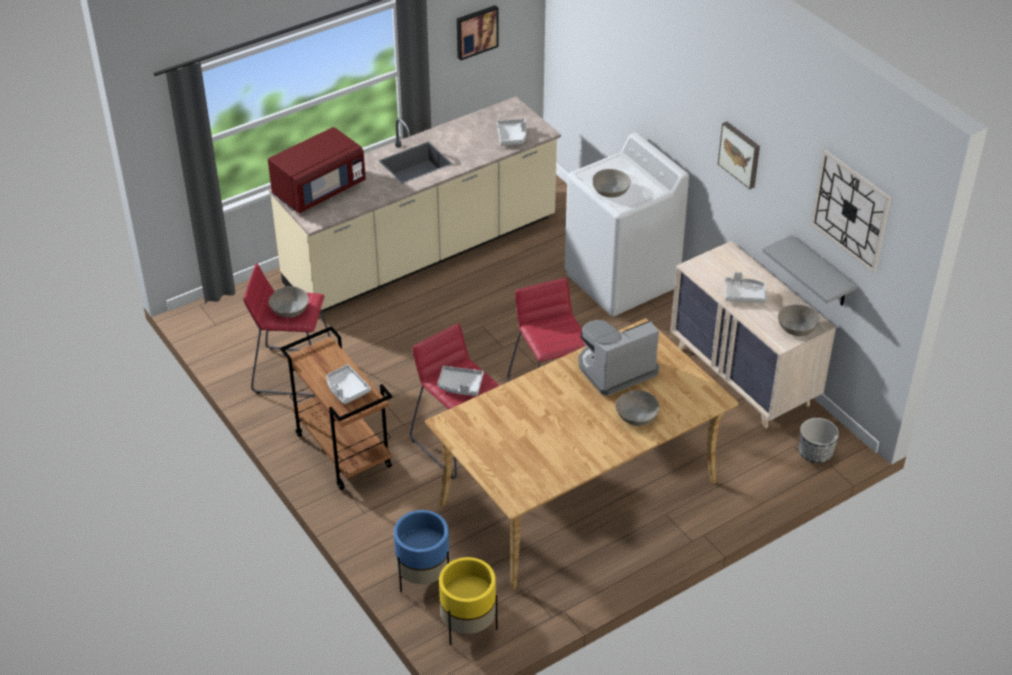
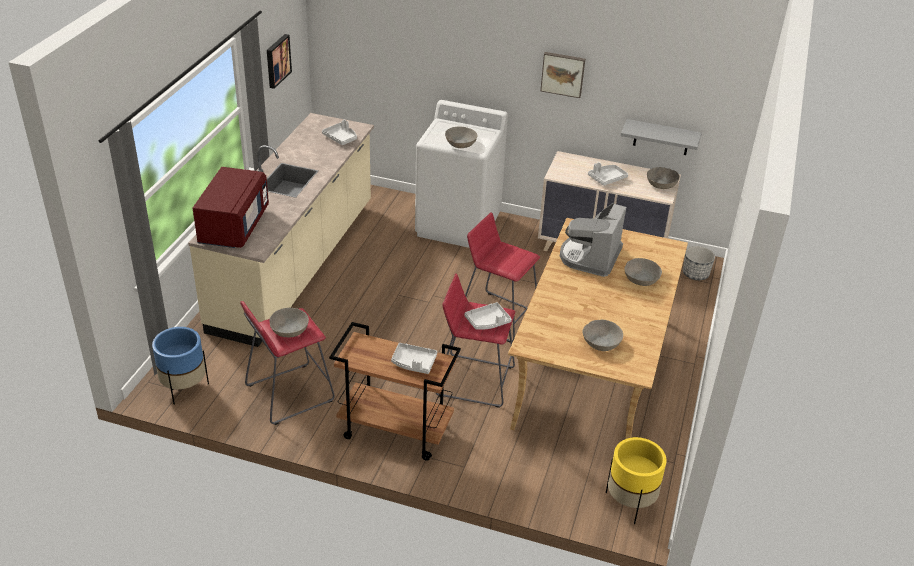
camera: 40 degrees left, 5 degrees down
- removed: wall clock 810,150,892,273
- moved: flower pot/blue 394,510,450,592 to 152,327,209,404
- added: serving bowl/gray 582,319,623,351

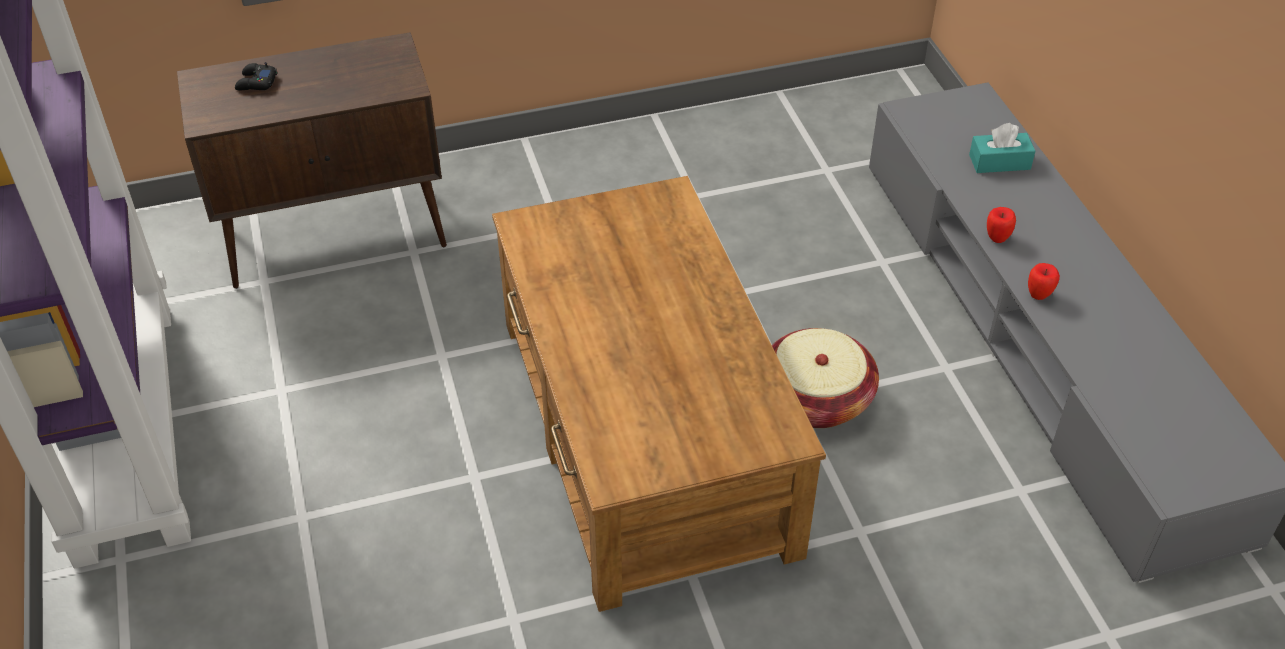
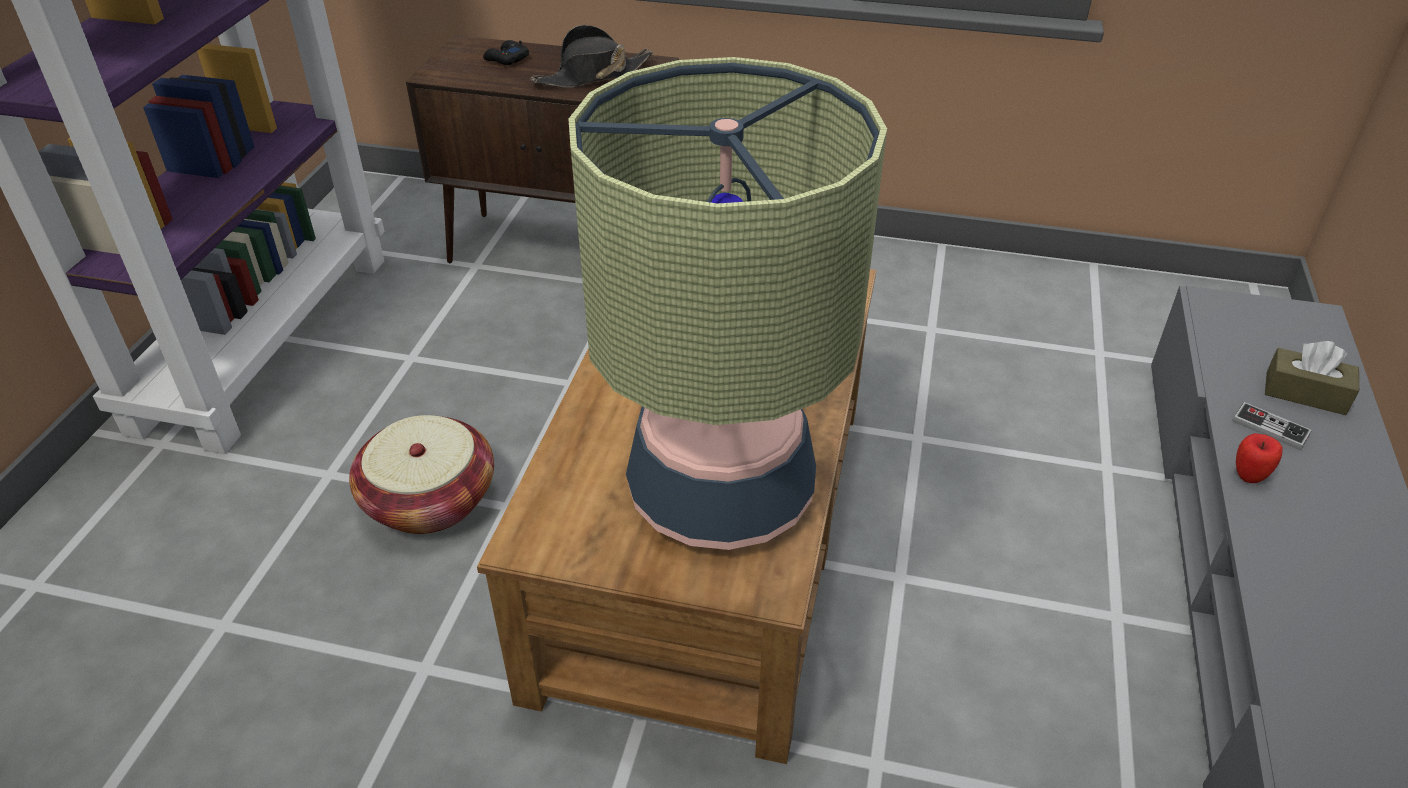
camera: 30 degrees right, 5 degrees down
- recoloured: tissue holder/turquoise 969,123,1035,173 to tissue holder/brown 1265,341,1359,415
- removed: apple 1028,263,1060,300
- moved: household basket 772,328,879,428 to 349,415,494,534
- added: clothing hat/black-coloured 530,25,653,88
- added: table lamp 568,57,887,550
- added: joypad 1232,402,1312,450

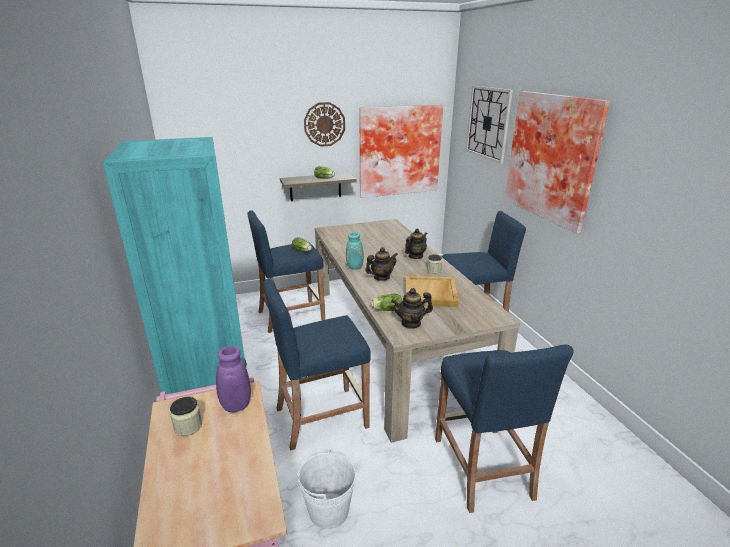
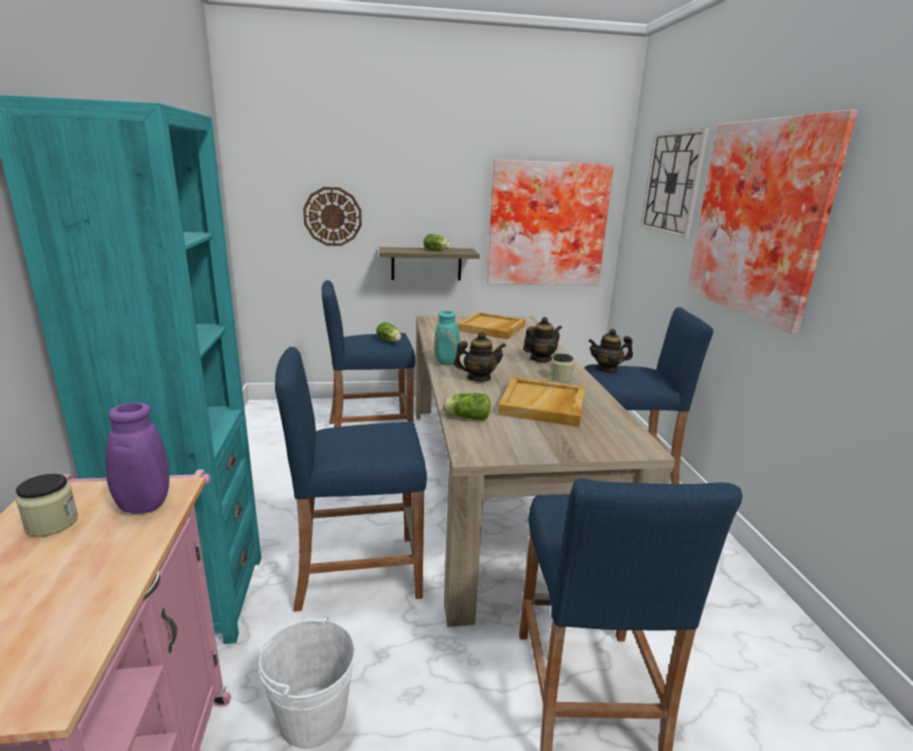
camera: 10 degrees right, 5 degrees down
- moved: wall clock 304,102,345,147 to 303,187,362,246
- moved: teapot 391,288,433,329 to 588,329,633,373
- added: serving tray/beige-coloured 457,312,526,339

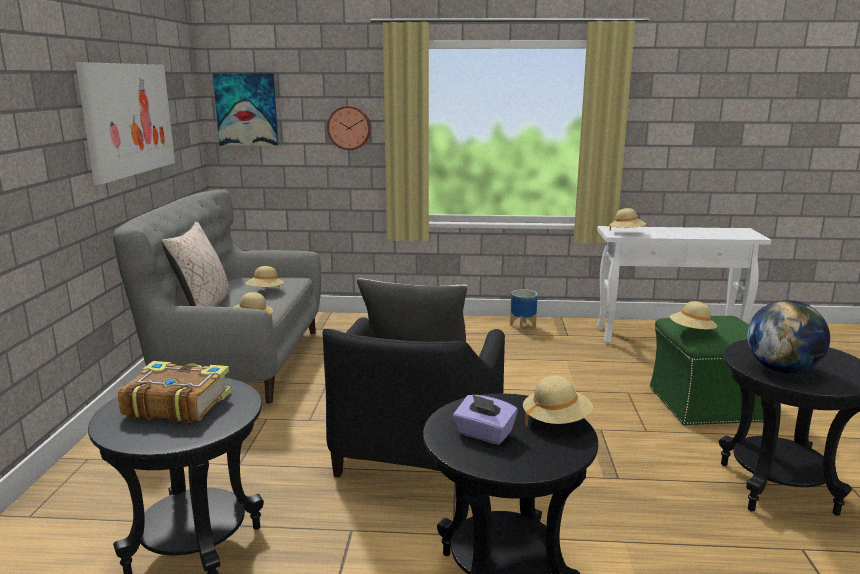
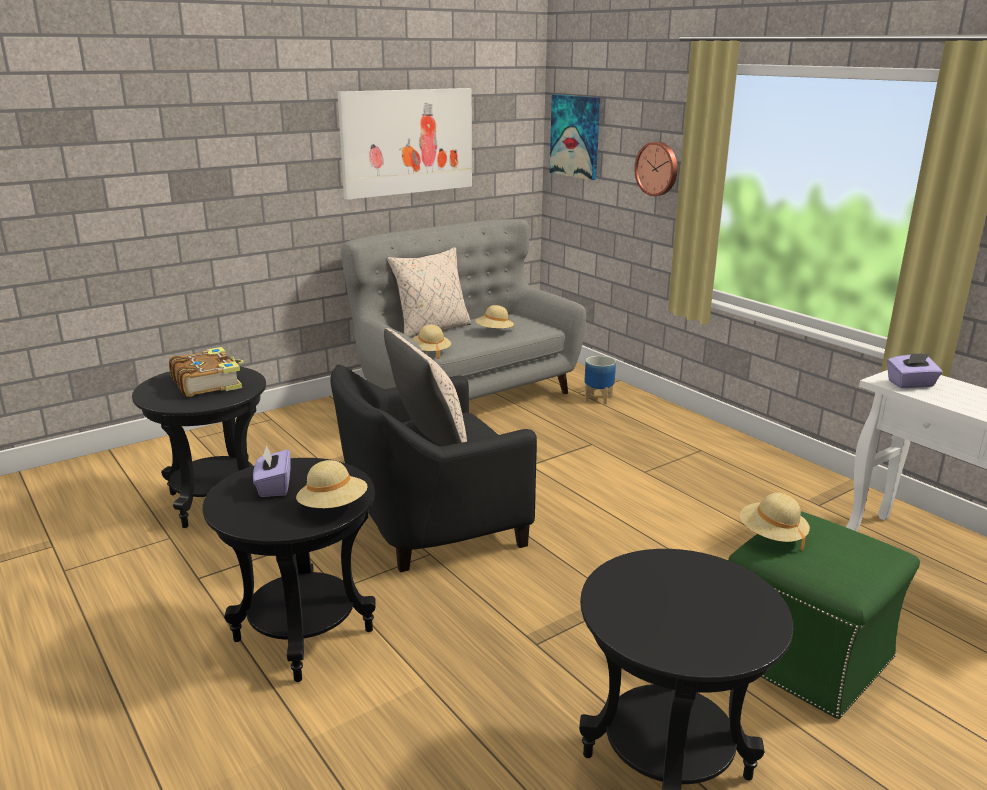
camera: 50 degrees right, 5 degrees up
- replaced: clothing hat/beige-coloured 609,208,646,230 to tissue holder/purple-coloured 887,353,942,388
- moved: flower pot 510,289,538,331 to 585,356,616,405
- removed: desk globe 747,300,830,373

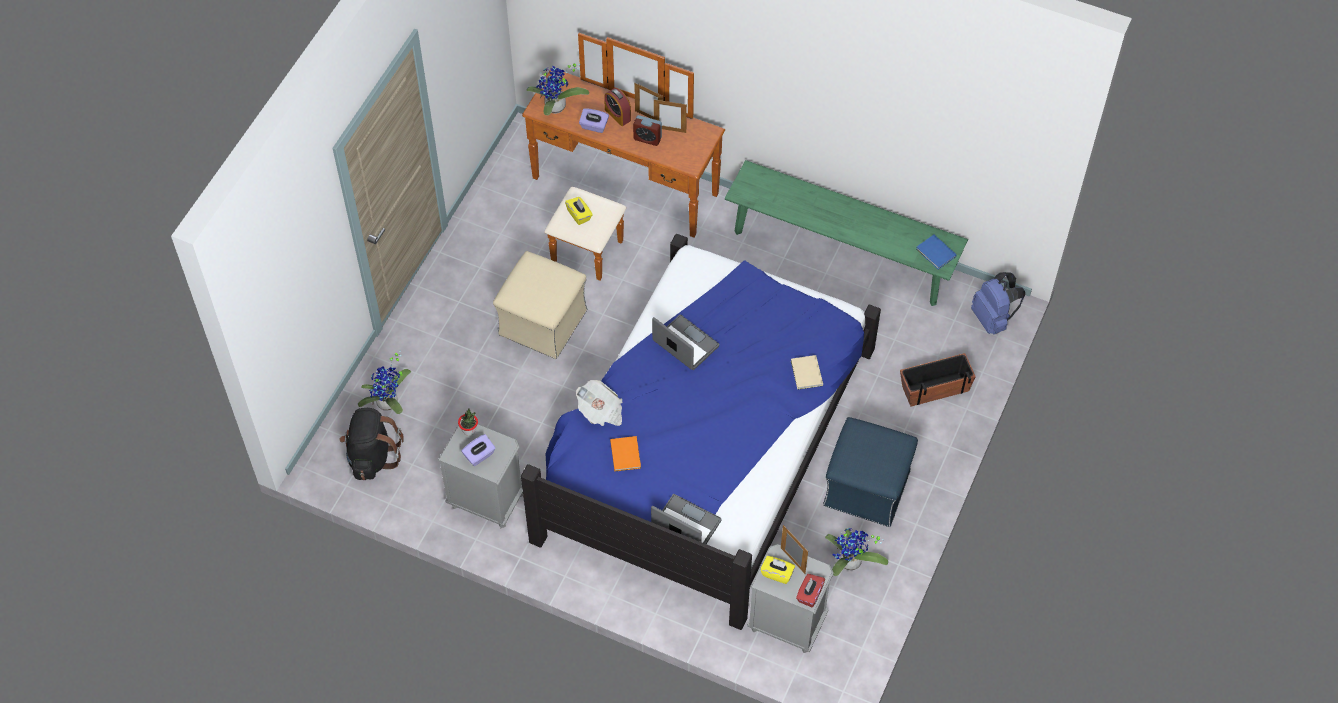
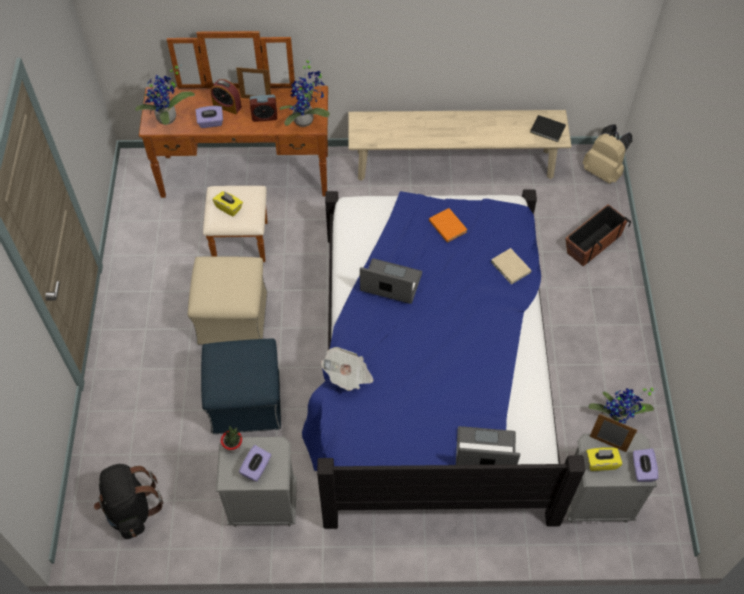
camera: 25 degrees left, 0 degrees up
- removed: photo frame 654,99,687,133
- recoloured: indoor bench/green 725,160,968,306 to indoor bench/beige-coloured 348,110,572,181
- recoloured: bound book/blue 916,235,956,270 to bound book/black-coloured 530,115,566,142
- recoloured: backpack/blue 971,272,1025,334 to backpack/beige-coloured 583,124,632,184
- moved: potted plant 358,351,411,414 to 279,57,330,127
- moved: ottoman/blue 823,417,918,527 to 201,338,281,434
- moved: bound book/orangey 610,436,641,471 to 429,208,468,243
- recoloured: tissue holder/reddish 796,574,825,607 to tissue holder/purple-coloured 633,449,658,482

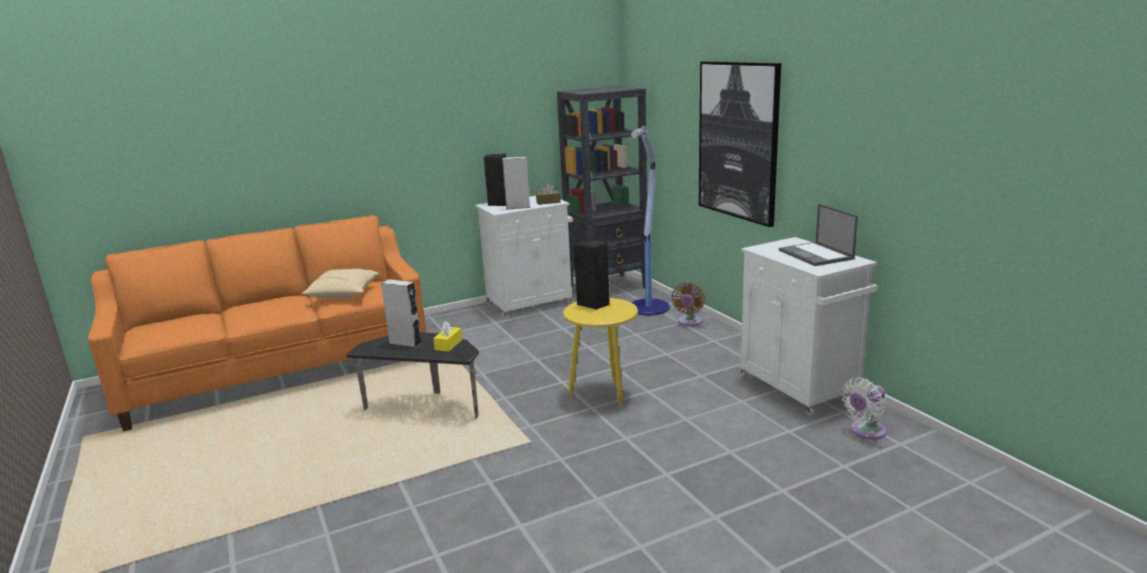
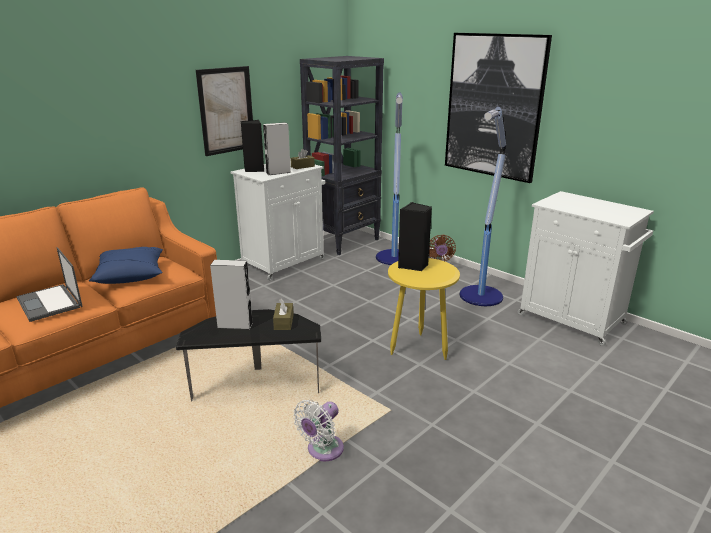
camera: 20 degrees left, 5 degrees up
- moved: laptop 779,204,858,266 to 16,247,83,322
- recoloured: throw pillow/beige-coloured 302,269,379,299 to throw pillow/blue 89,247,163,284
- recoloured: tissue holder/yellow-coloured 433,321,462,352 to tissue holder/brown 273,298,294,330
- moved: electric fan/whitish 841,378,887,439 to 293,400,344,461
- added: picture 196,66,253,156
- added: standing lamp 460,107,506,306

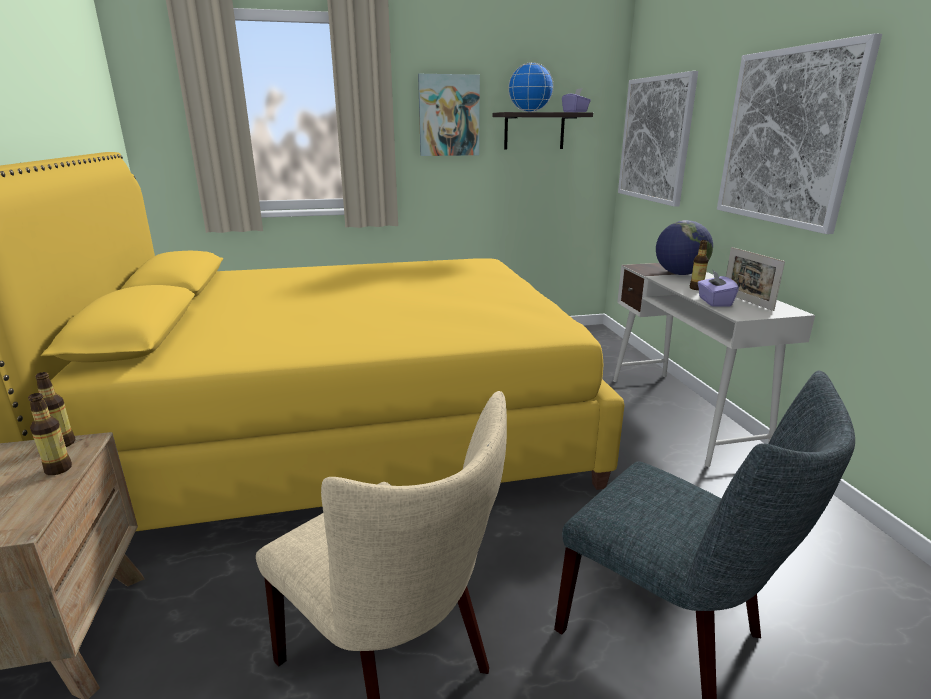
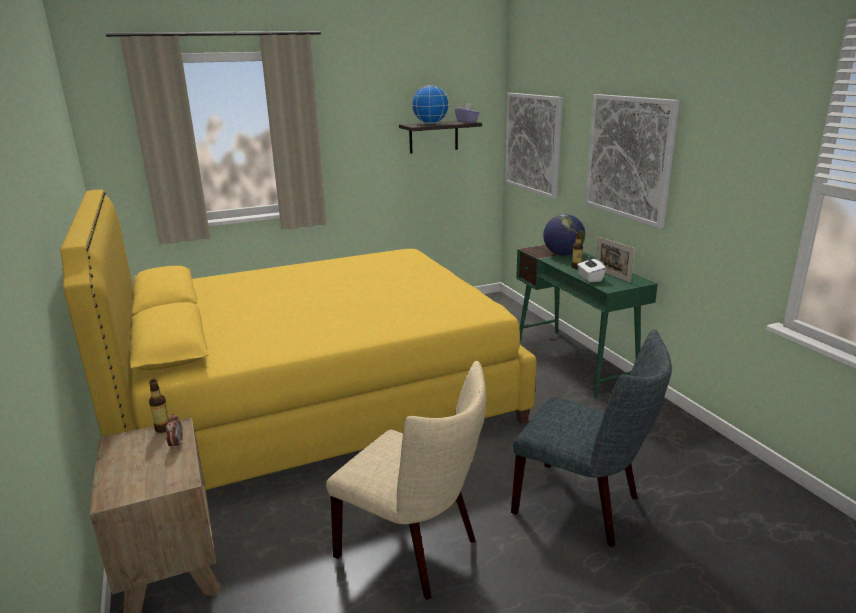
camera: 10 degrees left, 0 degrees up
- removed: picture 418,74,480,156
- recoloured: desk unit/whitish 613,263,815,467 to desk unit/green 516,245,658,399
- recoloured: tissue holder/purple-coloured 698,269,739,306 to tissue holder/whitish 577,256,606,282
- replaced: drink bottle 28,393,72,475 to table clock 165,413,183,449

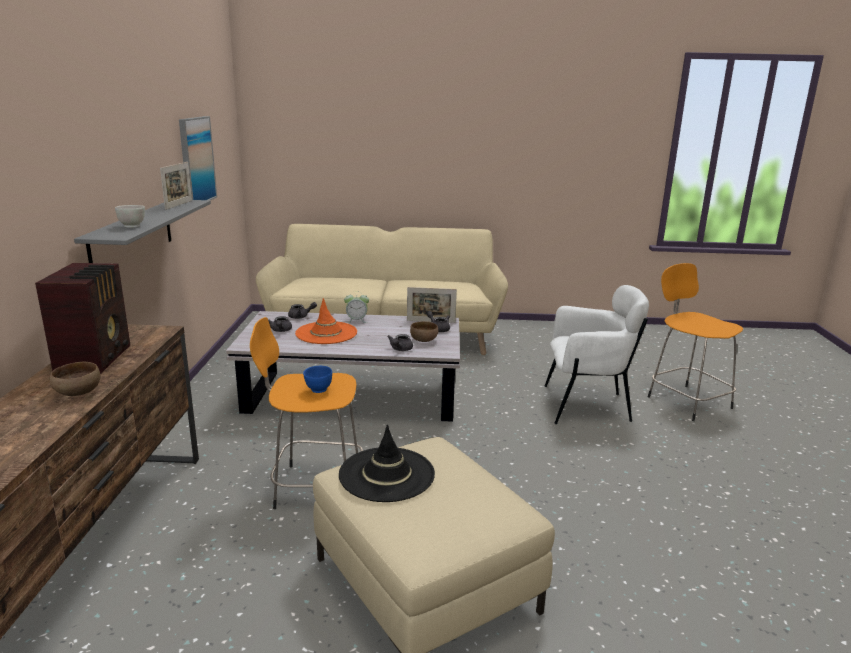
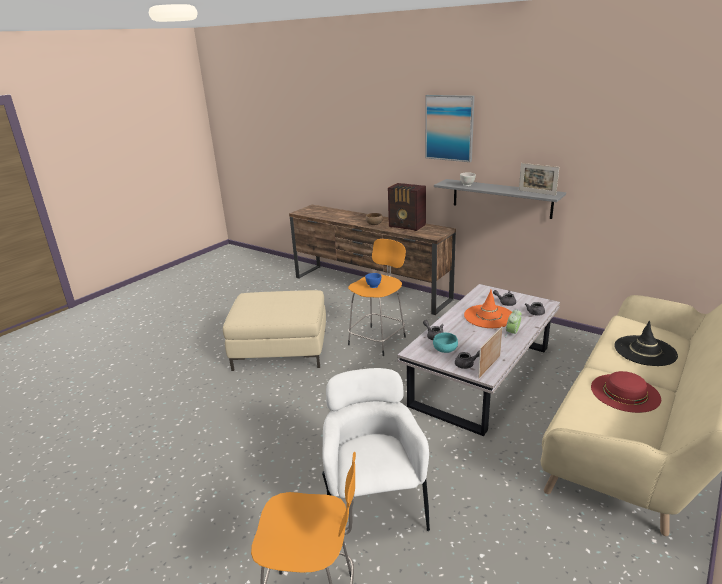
camera: 125 degrees right, 5 degrees up
- moved: picture 179,116,217,200 to 425,95,475,162
- turned: easy chair/whitish 544,285,649,424 = 322,368,430,531 135 degrees clockwise
- recoloured: serving bowl/brown 410,321,438,342 to serving bowl/turquoise 433,333,458,353
- moved: clothing hat/black-coloured 339,425,435,502 to 614,320,678,366
- added: clothing hat/reddish 591,371,661,413

